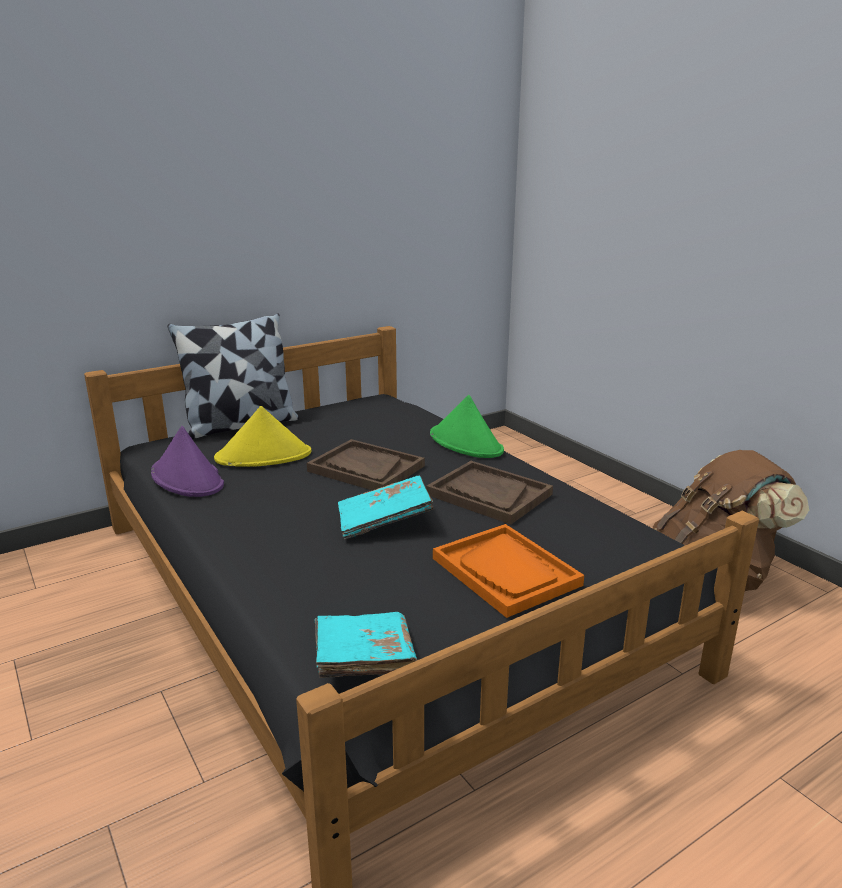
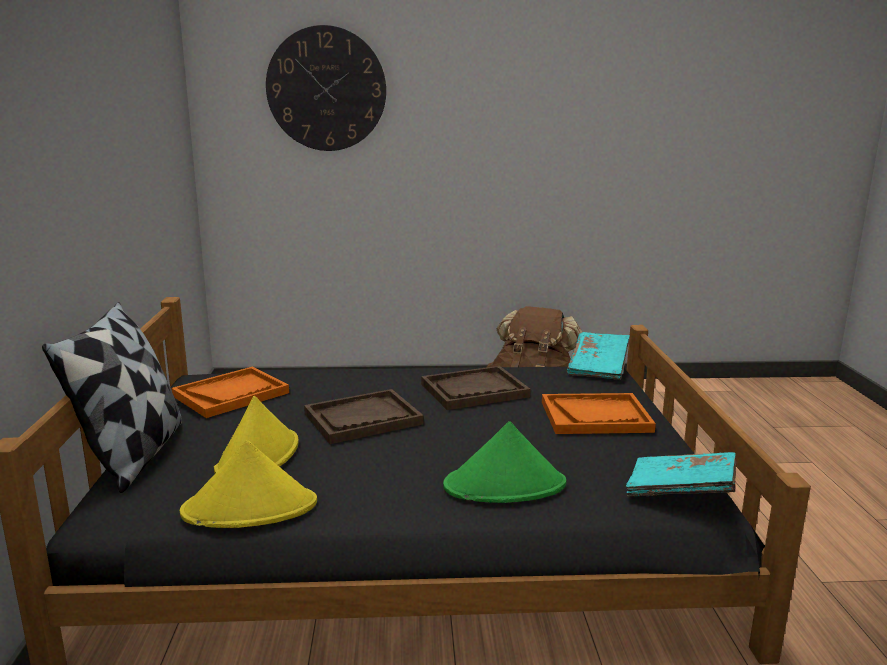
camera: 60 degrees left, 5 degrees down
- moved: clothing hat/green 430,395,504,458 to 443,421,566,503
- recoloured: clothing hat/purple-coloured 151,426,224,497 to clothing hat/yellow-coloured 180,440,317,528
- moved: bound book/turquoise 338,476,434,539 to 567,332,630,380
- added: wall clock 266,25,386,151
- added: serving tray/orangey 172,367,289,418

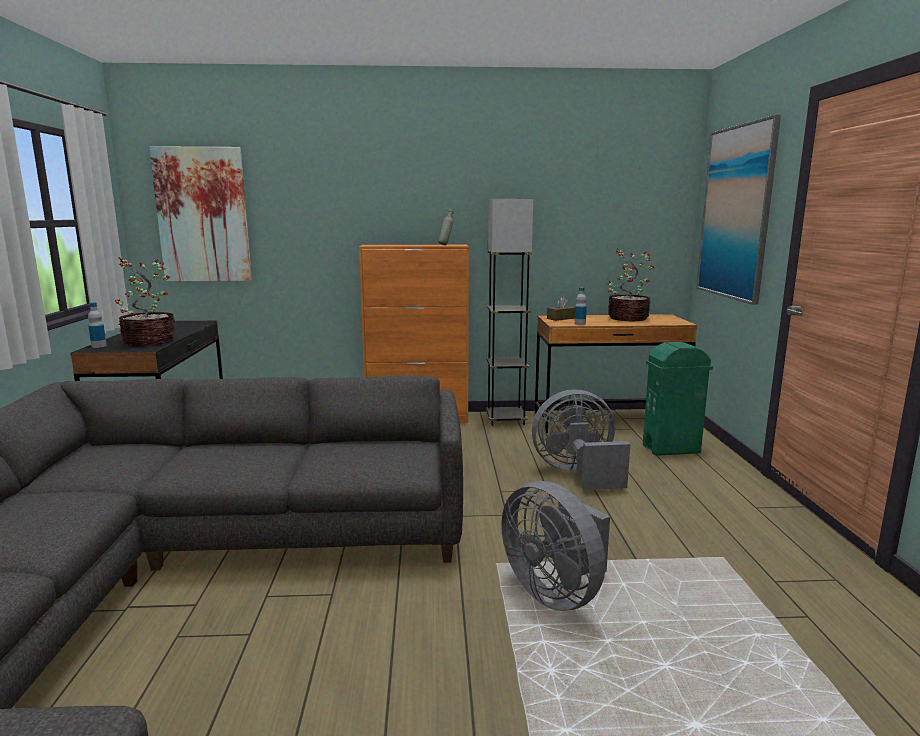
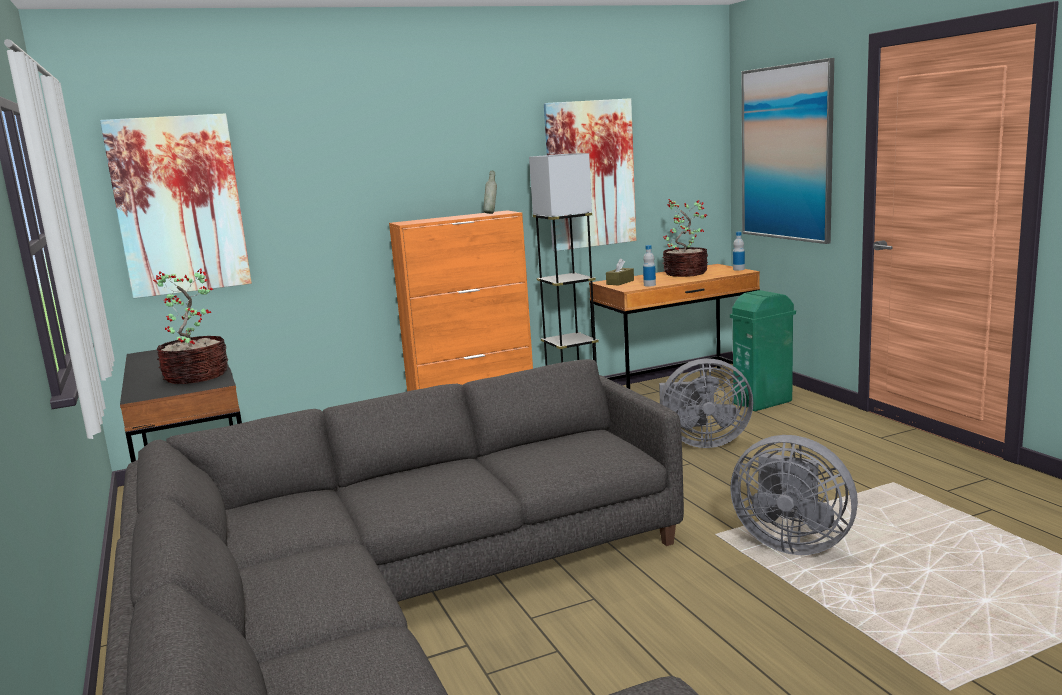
camera: 20 degrees left, 0 degrees up
- moved: drink bottle 88,302,107,348 to 733,232,745,271
- turned: electric fan/gray 532,389,630,490 = 659,358,753,448 150 degrees counterclockwise
- added: picture 544,98,636,251

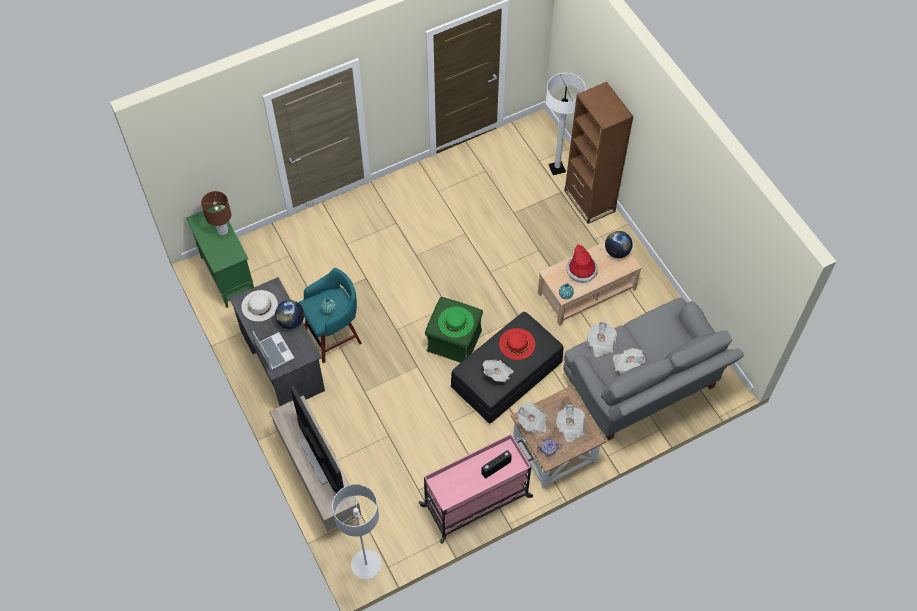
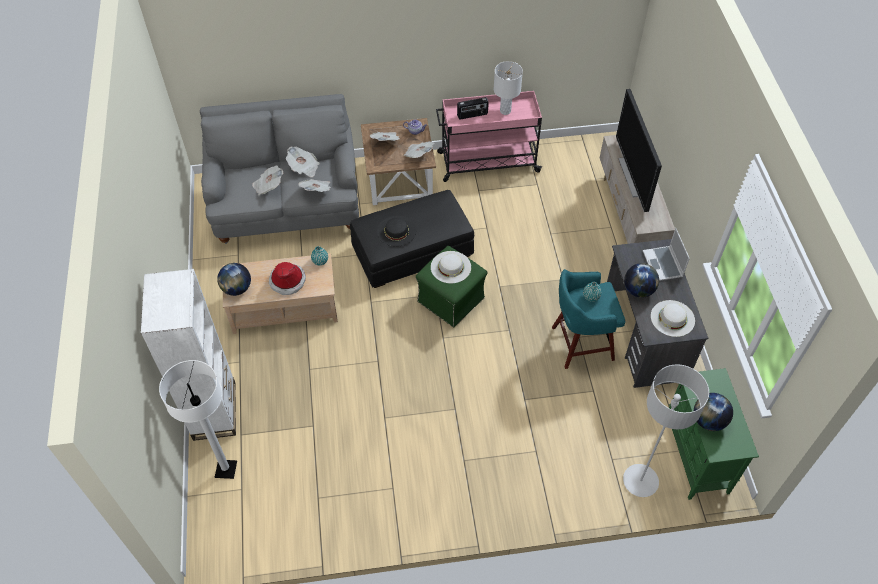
camera: 160 degrees left, 5 degrees down
- recoloured: bookshelf/brown 564,82,633,224 to bookshelf/whitish 141,269,236,441
- replaced: table lamp/brown 201,191,231,235 to desk globe 694,393,733,431
- recoloured: clothing hat/green 438,307,474,338 to clothing hat/whitish 431,251,471,283
- recoloured: clothing hat/reddish 499,328,535,360 to clothing hat/black-coloured 377,216,416,247
- moved: daily paper 483,360,514,382 to 252,165,283,195
- moved: standing lamp/gray 332,484,382,579 to 623,364,709,497
- added: table lamp/whitish 494,61,523,115

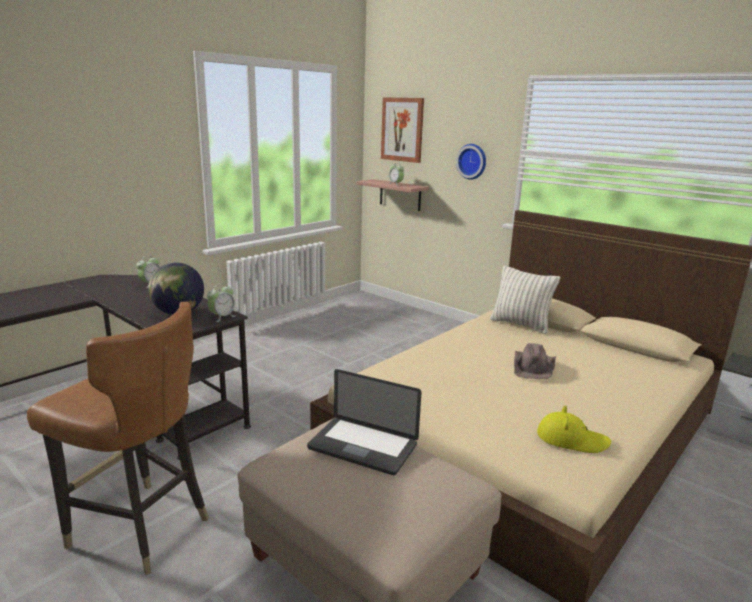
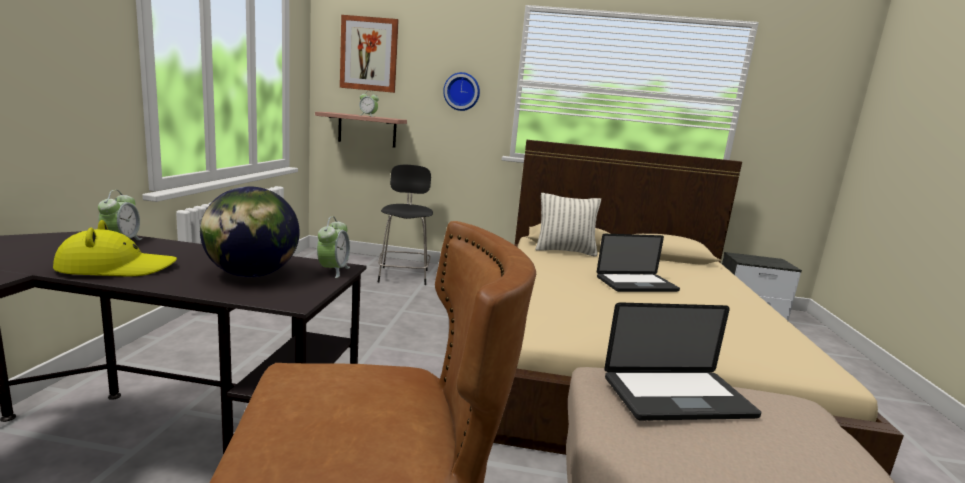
camera: 35 degrees left, 5 degrees down
- replaced: clothing hat/brown 514,343,556,379 to laptop 597,234,680,292
- moved: clothing hat/yellow-coloured 537,405,611,453 to 53,220,177,276
- added: chair/black-coloured 378,165,433,285

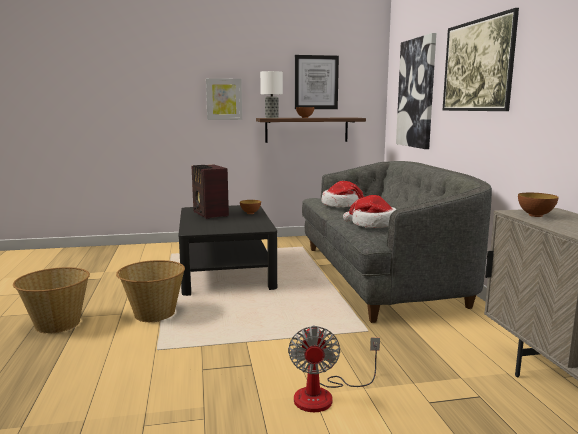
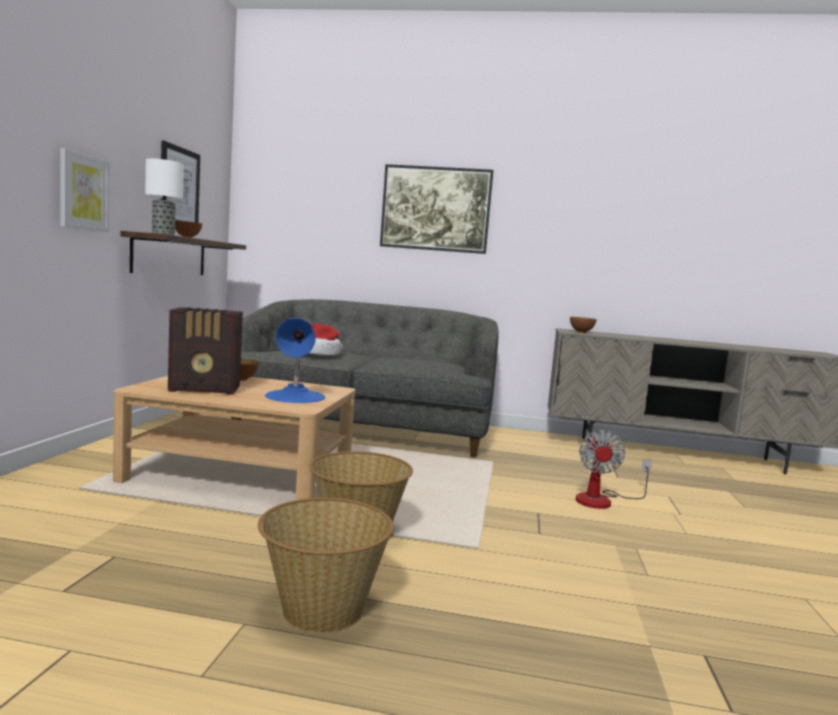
camera: 70 degrees left, 5 degrees down
- removed: picture 396,33,436,149
- removed: clothing hat 343,195,397,228
- recoloured: lounge table/black-coloured 178,205,277,296 to lounge table/beige-coloured 113,376,355,500
- turned: electric fan 288,325,380,412 = 576,430,652,509 75 degrees clockwise
- added: table lamp/blue 265,318,325,403

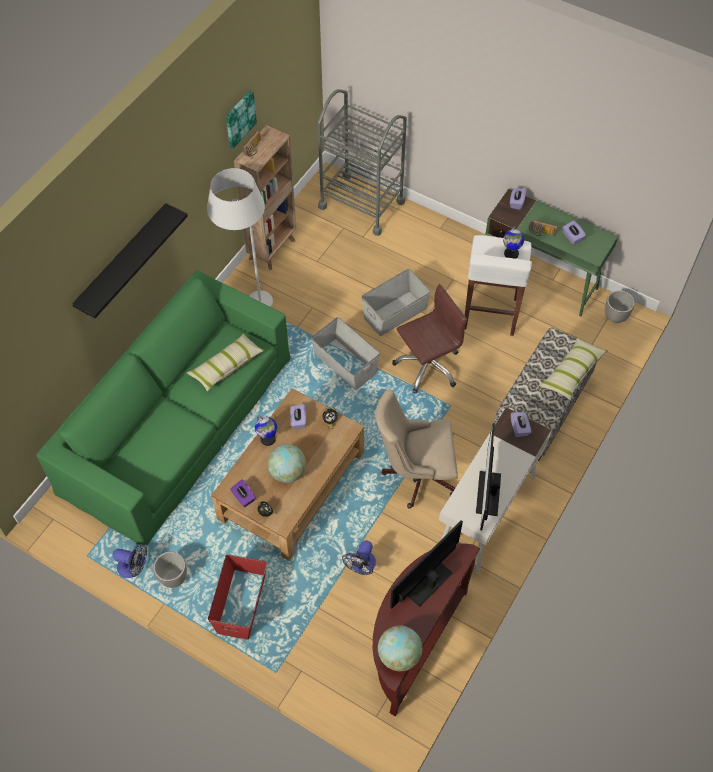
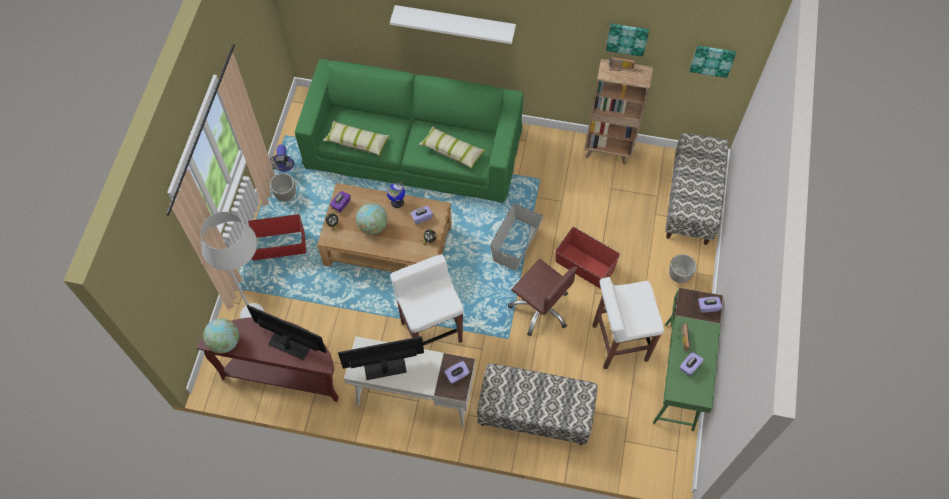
camera: 70 degrees right, 5 degrees up
- replaced: trolley/gray 318,89,407,236 to indoor bench 665,133,728,245
- moved: standing lamp/whitish 207,168,273,307 to 201,212,265,319
- recoloured: bracket shelf/black-coloured 72,203,188,318 to bracket shelf/whitish 390,5,516,44
- removed: desk globe 503,226,524,259
- recoloured: storage box/gray 362,269,431,336 to storage box/reddish 555,227,620,289
- moved: flower pot 605,291,635,323 to 669,254,696,283
- moved: throw pillow 539,337,608,400 to 323,120,390,156
- replaced: desk chair/beige-coloured 375,390,458,509 to sitting stool/whitish 390,254,464,346
- removed: electric fan 342,540,376,575
- added: picture 690,45,736,78

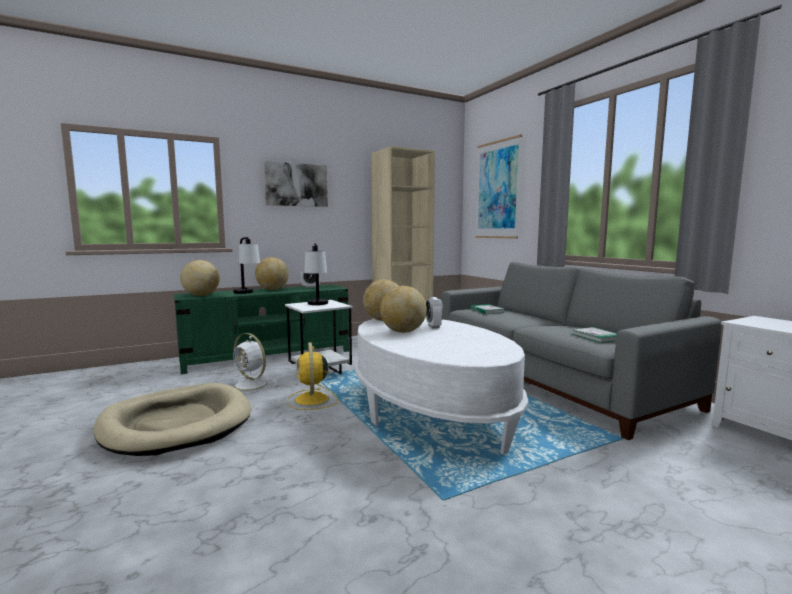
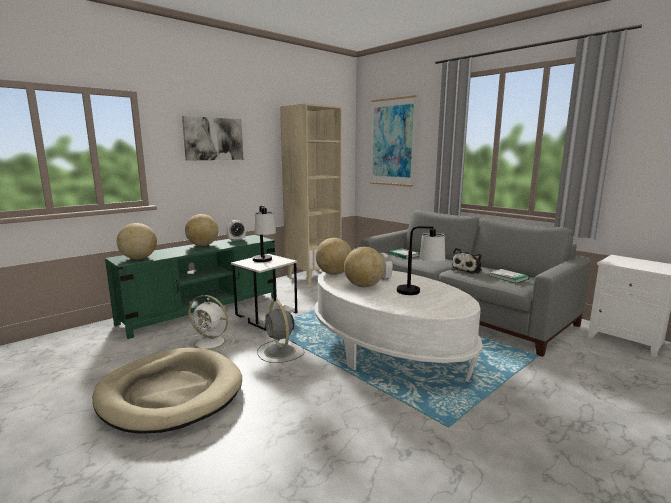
camera: 15 degrees left, 5 degrees up
- moved: table lamp 233,237,260,294 to 397,226,445,295
- recoloured: electric fan/yellow-coloured 287,342,338,410 to electric fan/gray 257,301,304,363
- added: soft toy 451,247,482,274

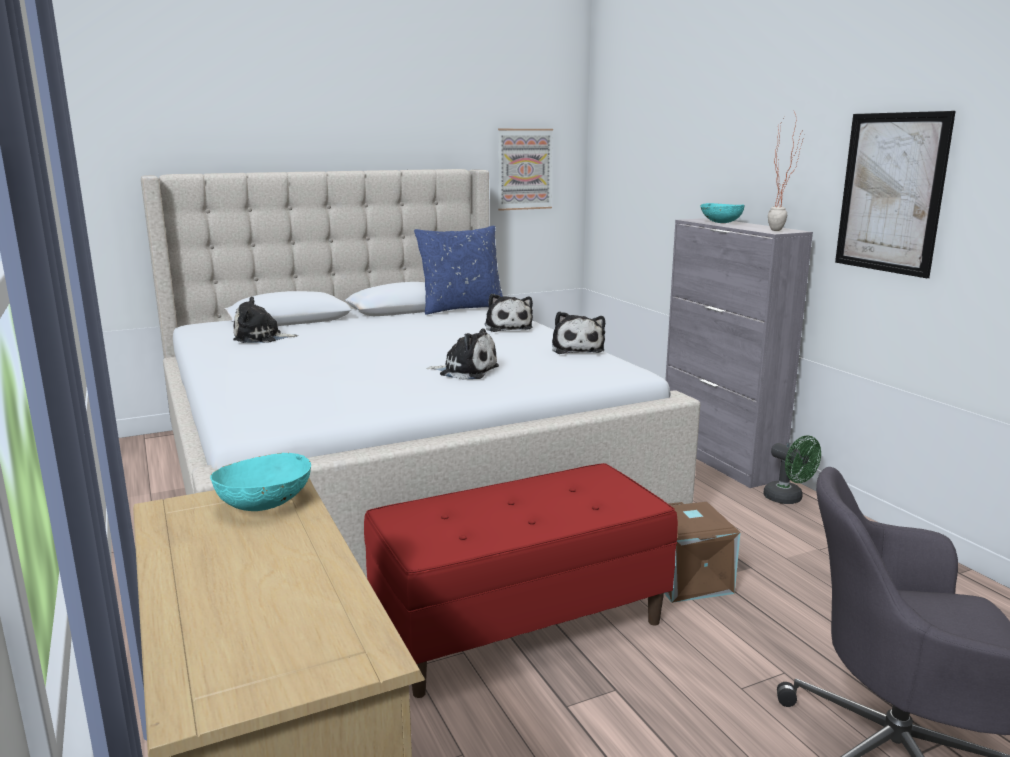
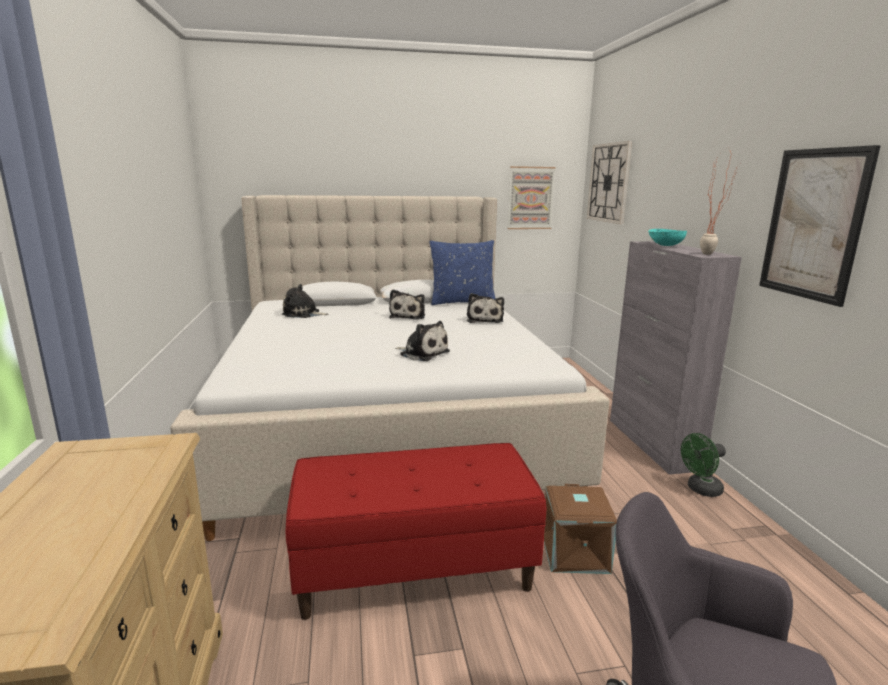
camera: 15 degrees right, 0 degrees up
- moved: soft toy 552,311,605,354 to 389,289,425,320
- turned: electric fan/green 763,435,821,504 = 681,433,726,497 90 degrees clockwise
- removed: serving bowl/turquoise 210,453,311,511
- added: wall clock 587,141,632,224

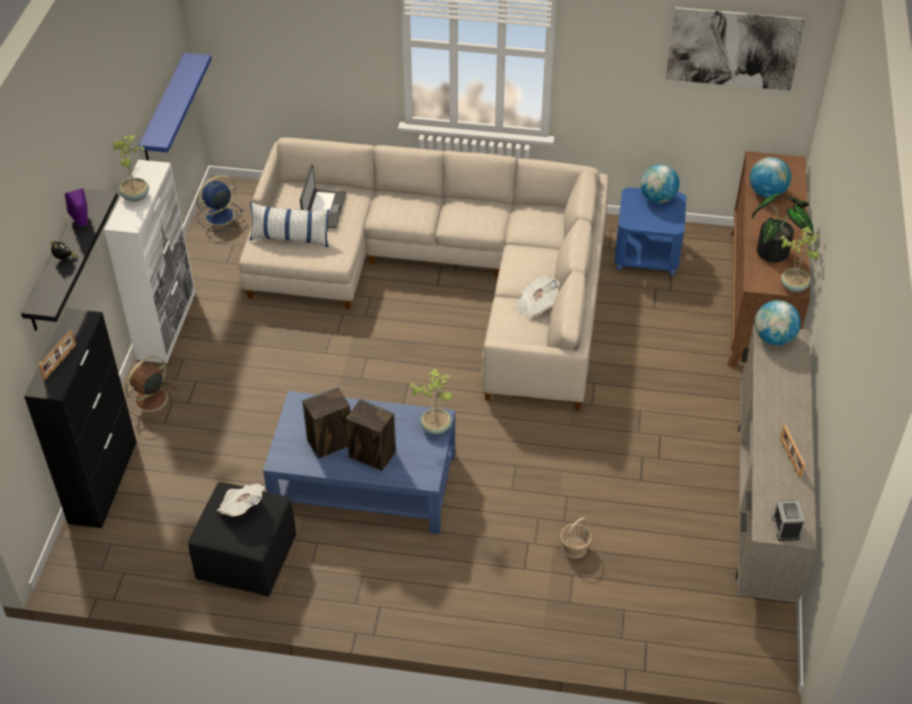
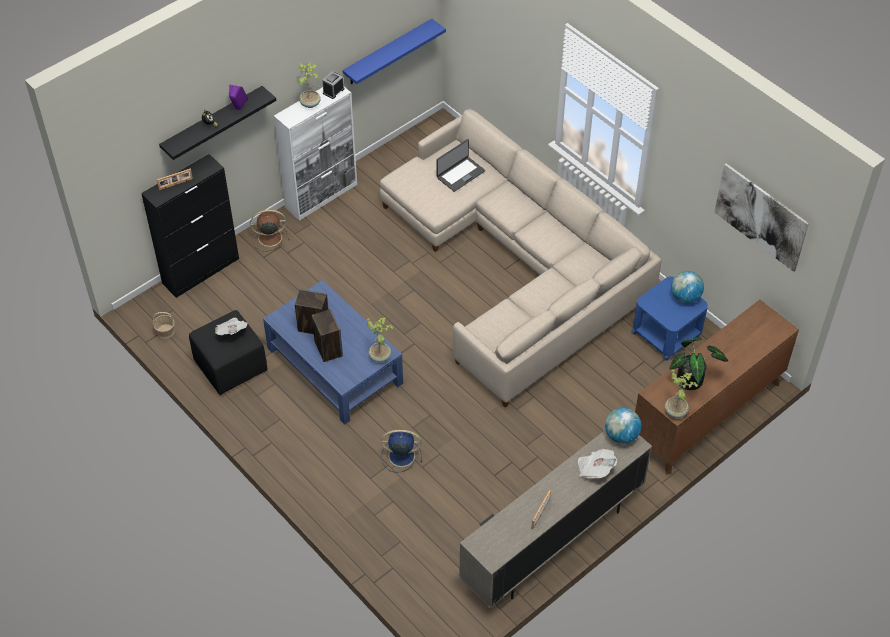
camera: 40 degrees right, 5 degrees up
- removed: desk globe 750,157,791,198
- moved: electric fan/blue 197,175,243,232 to 381,429,422,472
- removed: throw pillow 250,202,330,247
- moved: daily paper 513,276,560,318 to 578,449,617,478
- moved: table clock 772,500,805,541 to 322,71,345,99
- moved: household basket 560,517,592,559 to 153,312,175,339

